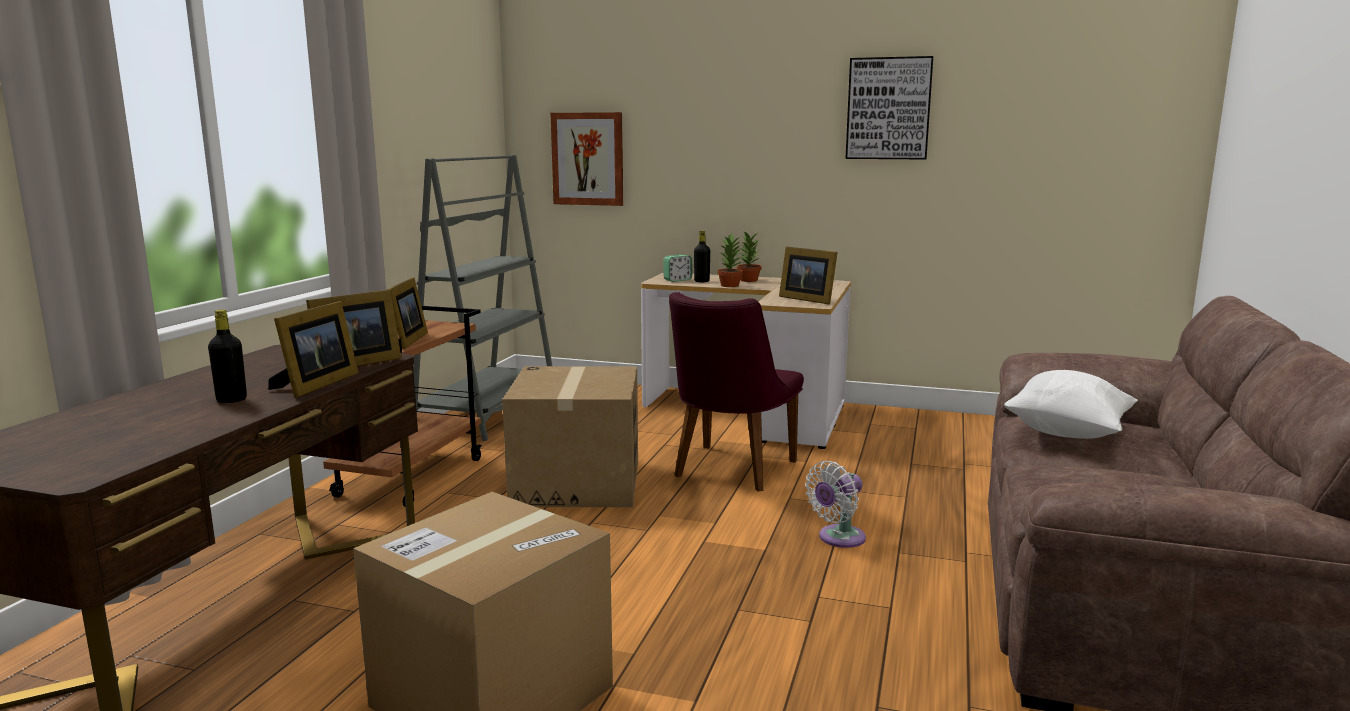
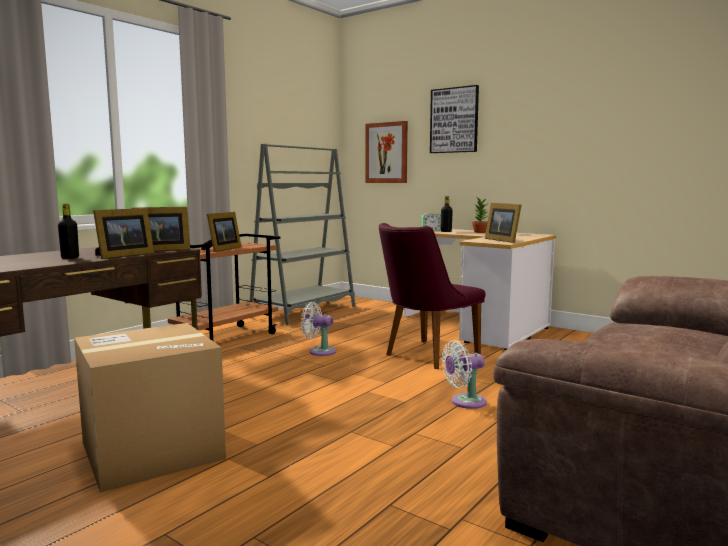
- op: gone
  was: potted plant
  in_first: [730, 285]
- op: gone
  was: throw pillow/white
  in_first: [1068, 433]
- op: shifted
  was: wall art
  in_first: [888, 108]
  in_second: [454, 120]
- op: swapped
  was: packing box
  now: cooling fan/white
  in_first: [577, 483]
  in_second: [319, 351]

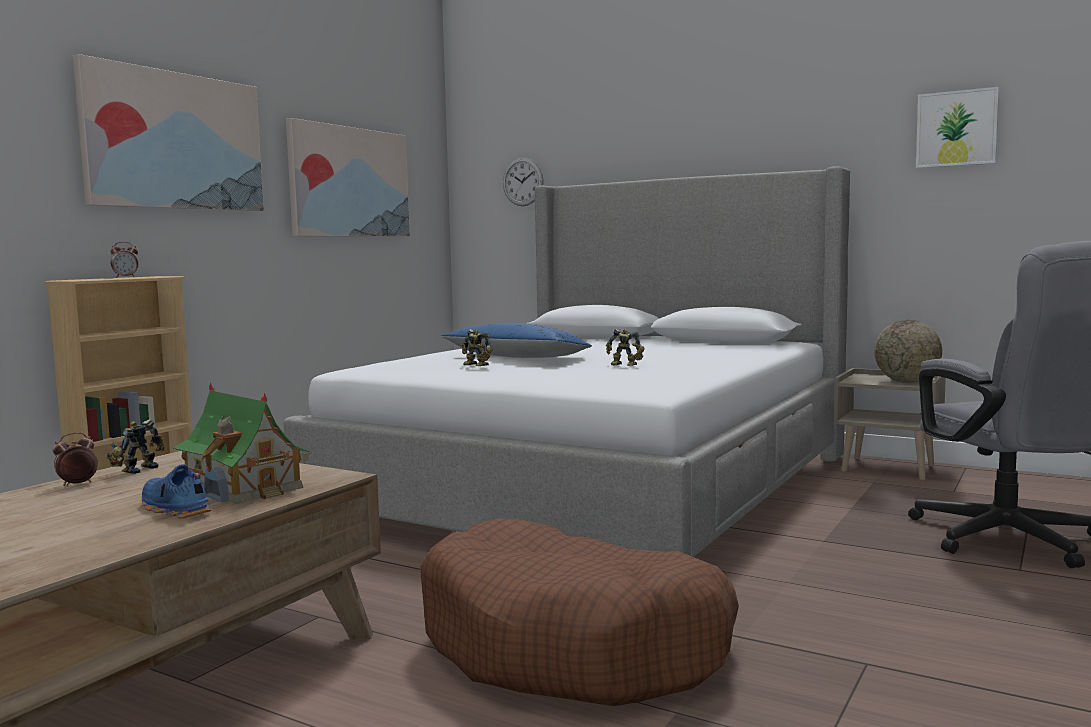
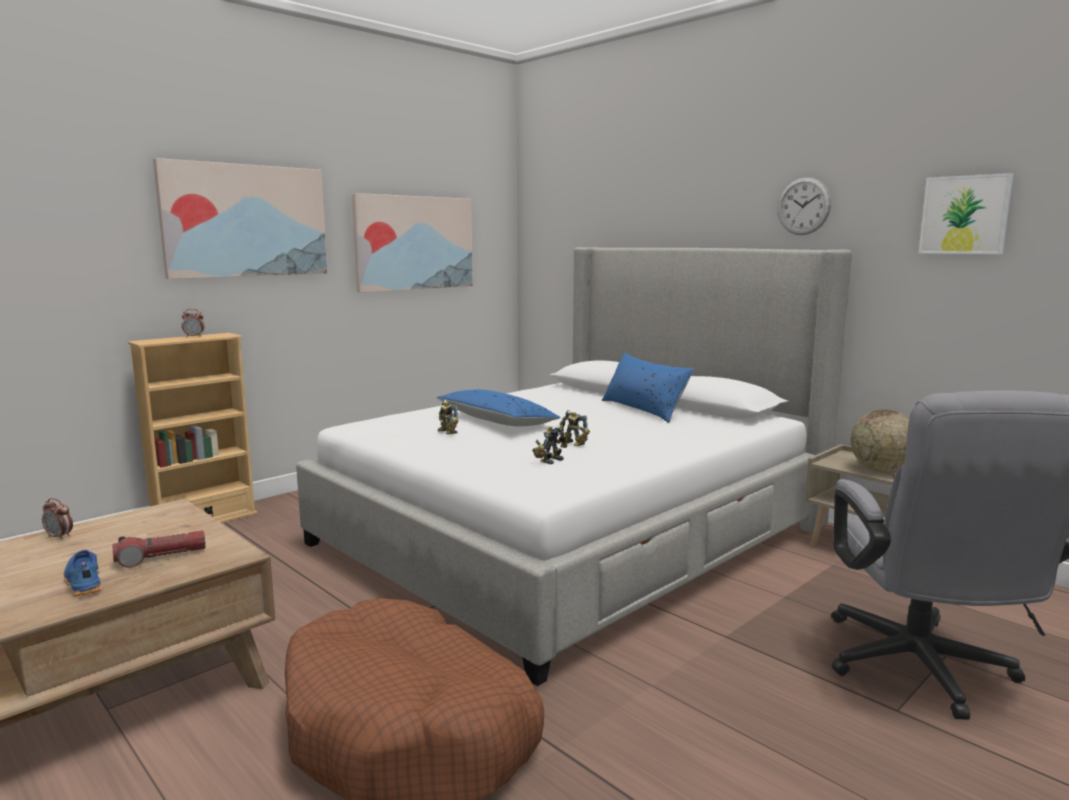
- op: new
  now: throw pillow/blue
  in_second: [644, 409]
- op: shifted
  was: robot figure
  in_first: [137, 469]
  in_second: [549, 460]
- op: shifted
  was: wall clock
  in_first: [523, 182]
  in_second: [803, 206]
- op: swapped
  was: model house
  now: hand torch
  in_first: [243, 486]
  in_second: [161, 557]
- op: rotated
  was: table clock
  in_first: [77, 484]
  in_second: [59, 537]
  clockwise: -135

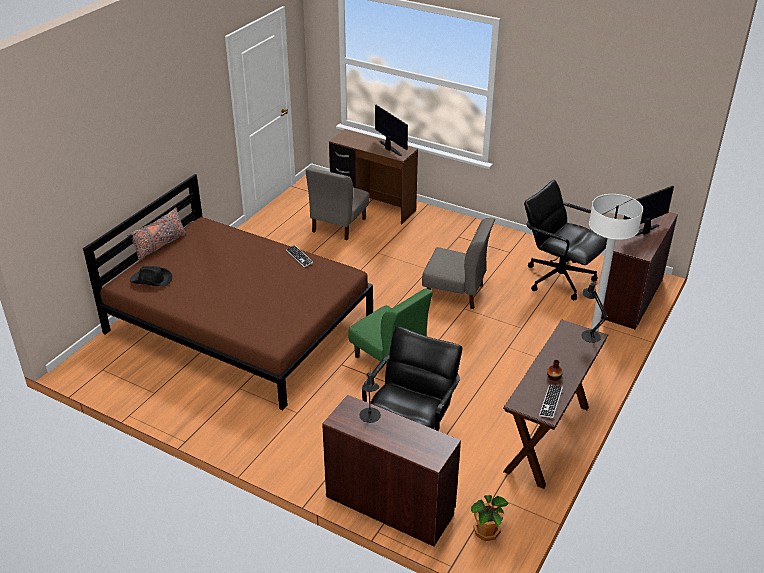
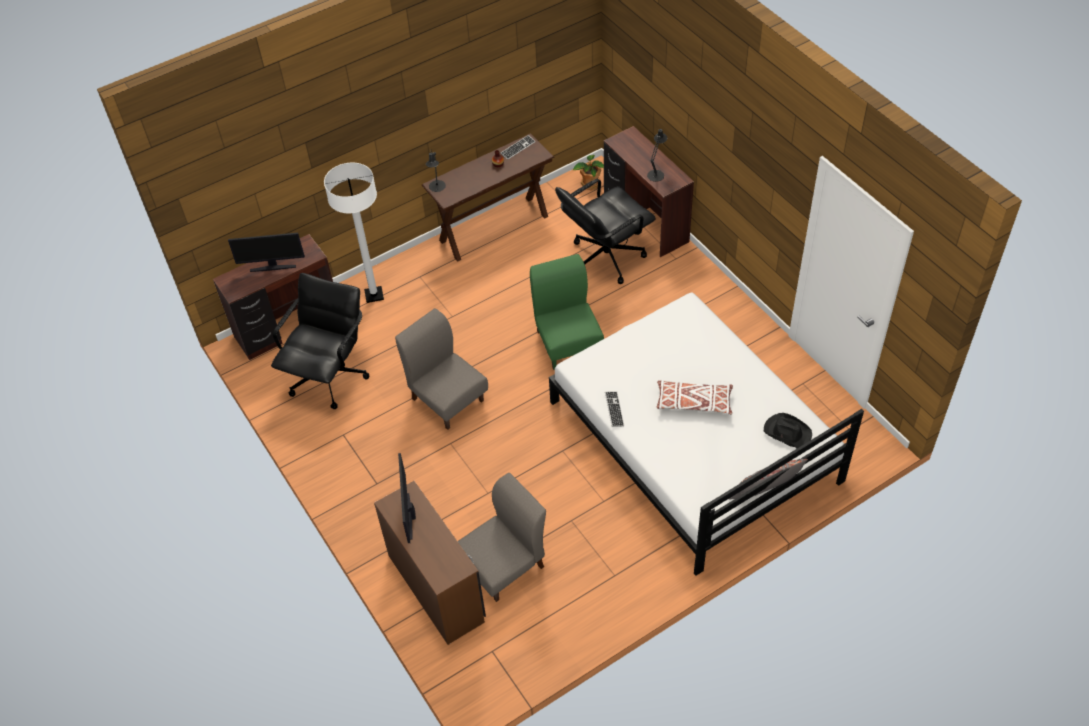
- op: new
  now: throw pillow/white
  in_second: [693, 402]
- op: repainted
  was: bed/brownish
  now: bed/white
  in_first: [239, 323]
  in_second: [693, 441]
- op: rotated
  was: desk chair/black-coloured
  in_first: [559, 278]
  in_second: [329, 377]
  clockwise: -135

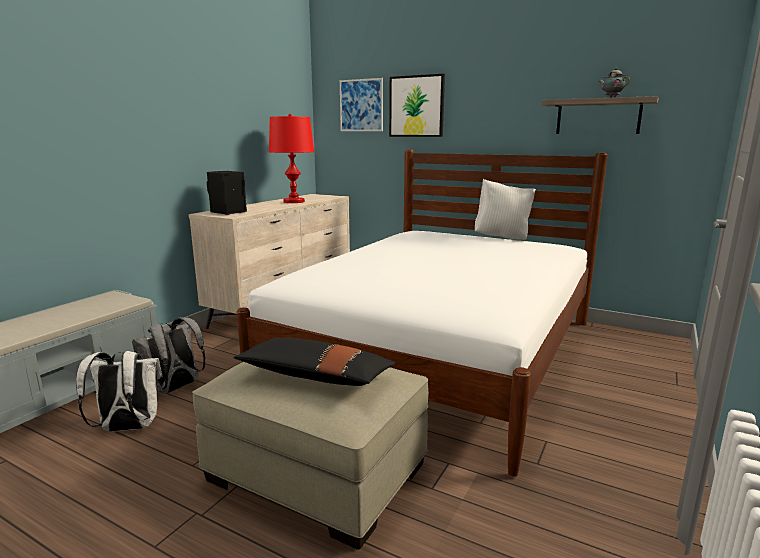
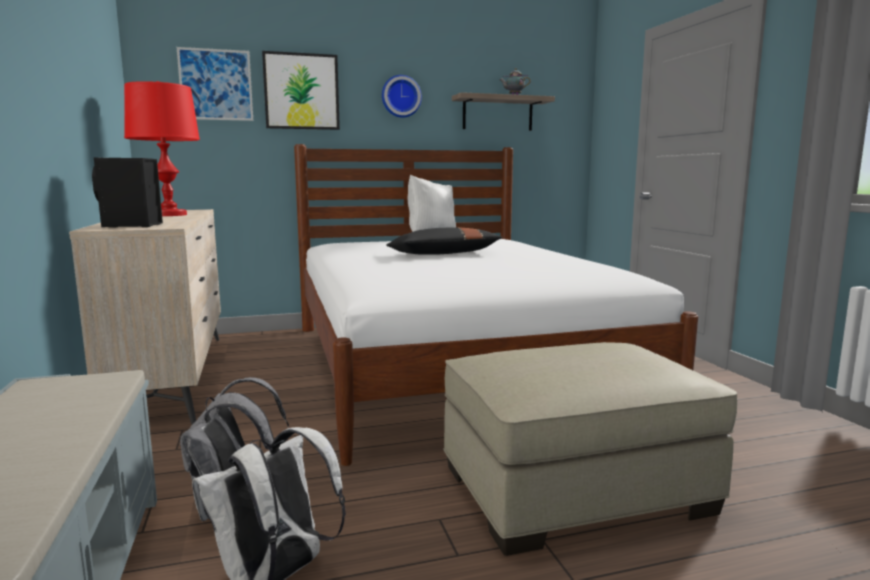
- op: new
  now: wall clock
  in_second: [400, 96]
- op: shifted
  was: throw pillow/black-coloured
  in_first: [316, 376]
  in_second: [444, 254]

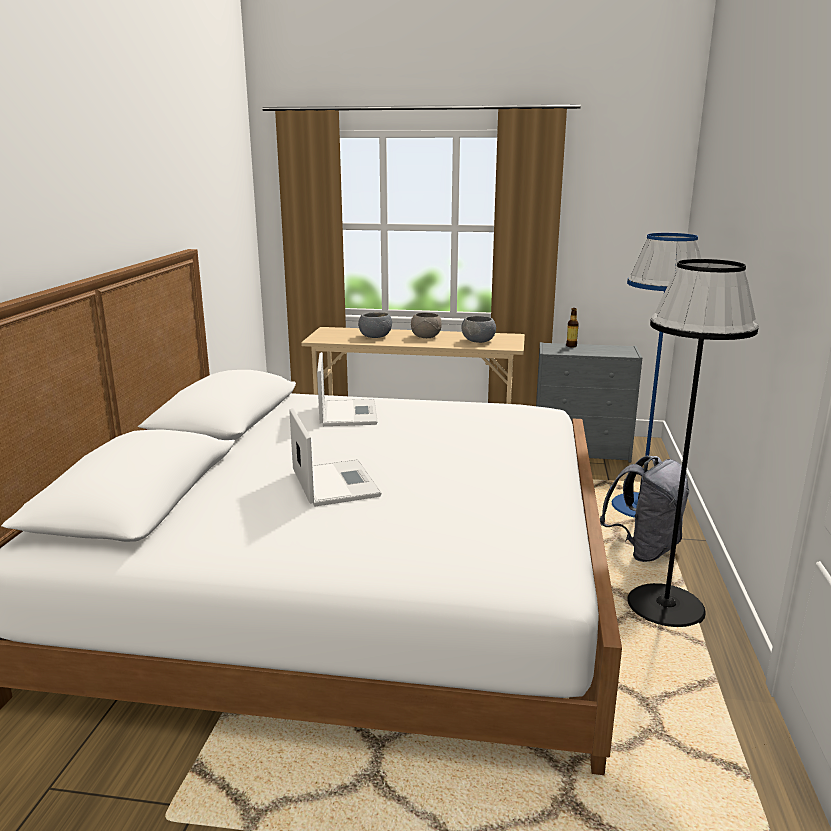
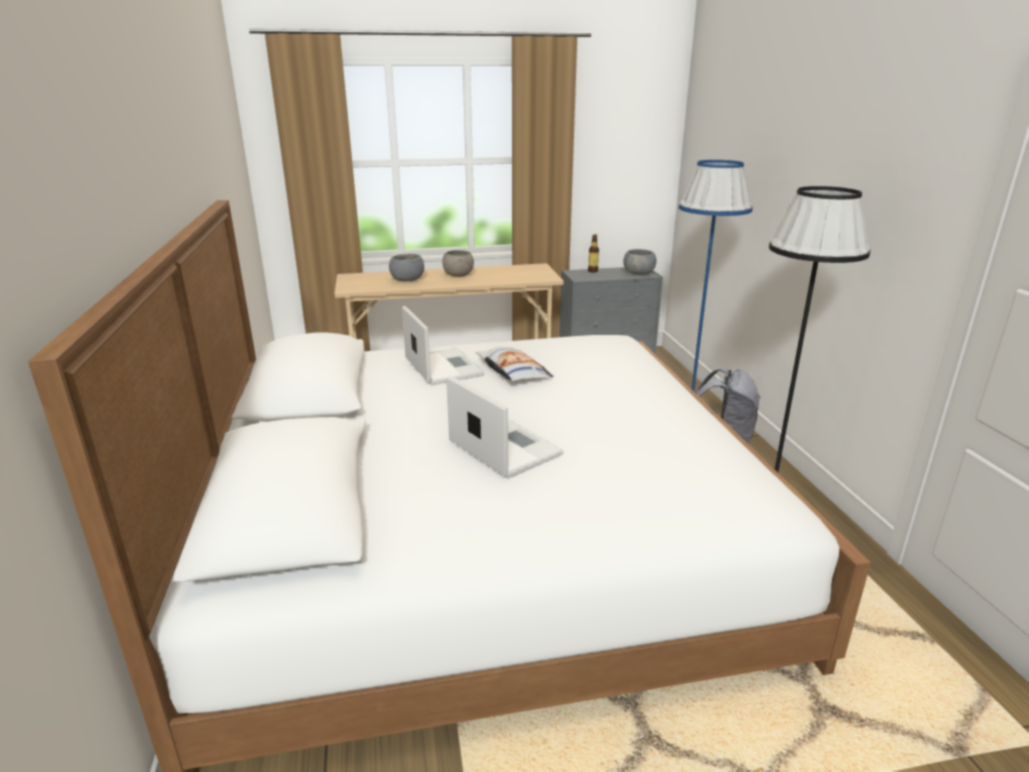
- op: new
  now: throw pillow
  in_second: [512, 371]
- op: shifted
  was: serving bowl/greyish
  in_first: [478, 341]
  in_second: [638, 273]

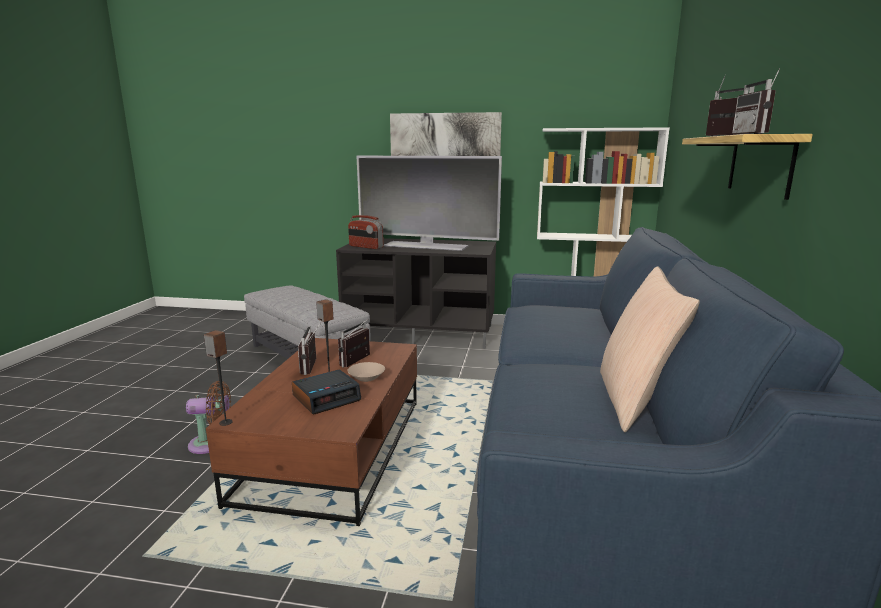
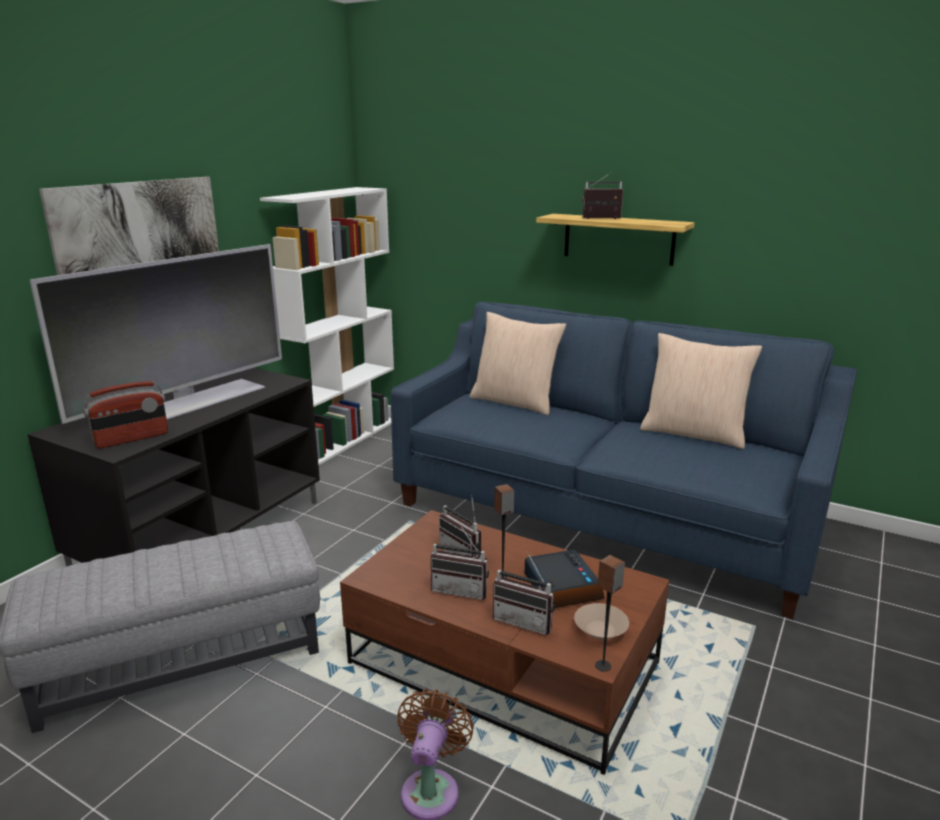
- op: new
  now: throw pillow/sand-coloured
  in_second: [515, 402]
- op: shifted
  was: serving bowl/sand-coloured
  in_first: [366, 378]
  in_second: [601, 631]
- op: shifted
  was: radio set
  in_first: [756, 135]
  in_second: [525, 620]

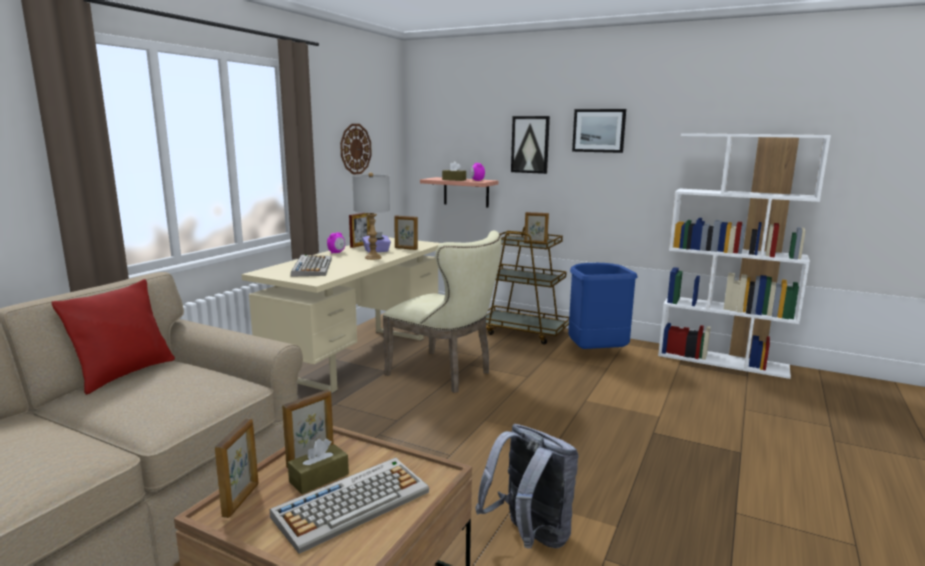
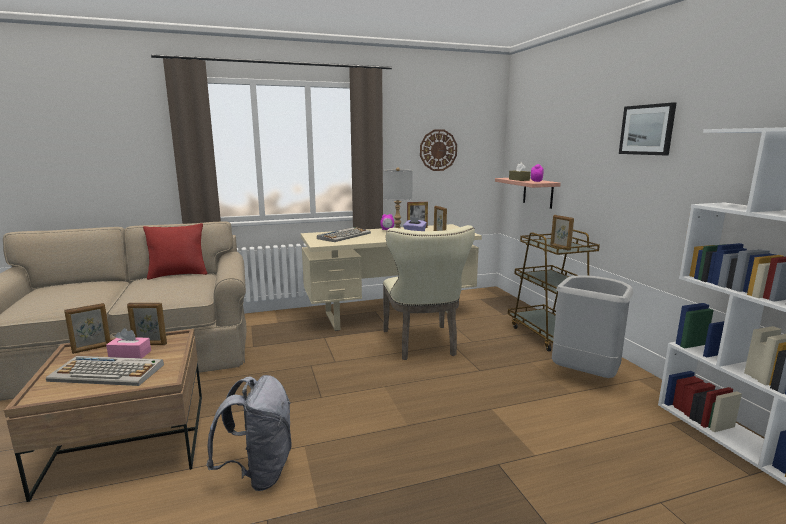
- op: gone
  was: wall art
  in_first: [530, 144]
- op: repainted
  was: tissue holder/brownish
  now: tissue holder/pink
  in_first: [319, 478]
  in_second: [130, 354]
- op: repainted
  was: rubbish bin/blue
  now: rubbish bin/greyish
  in_first: [595, 353]
  in_second: [585, 376]

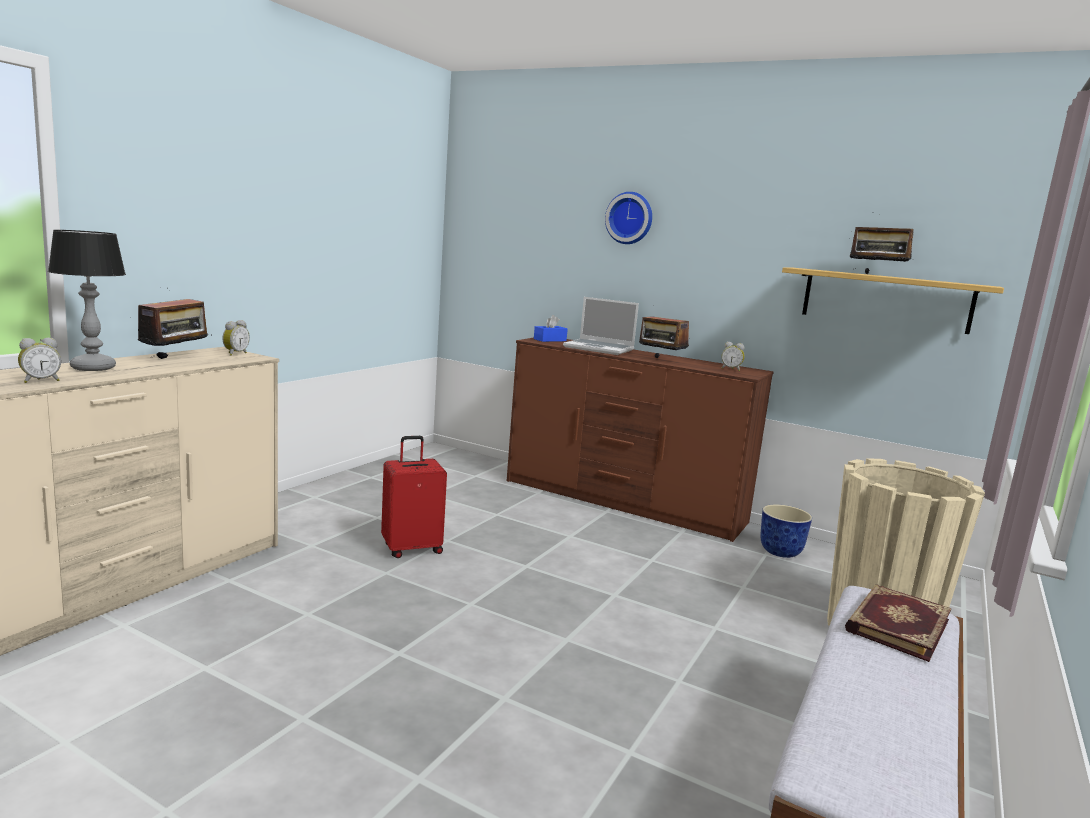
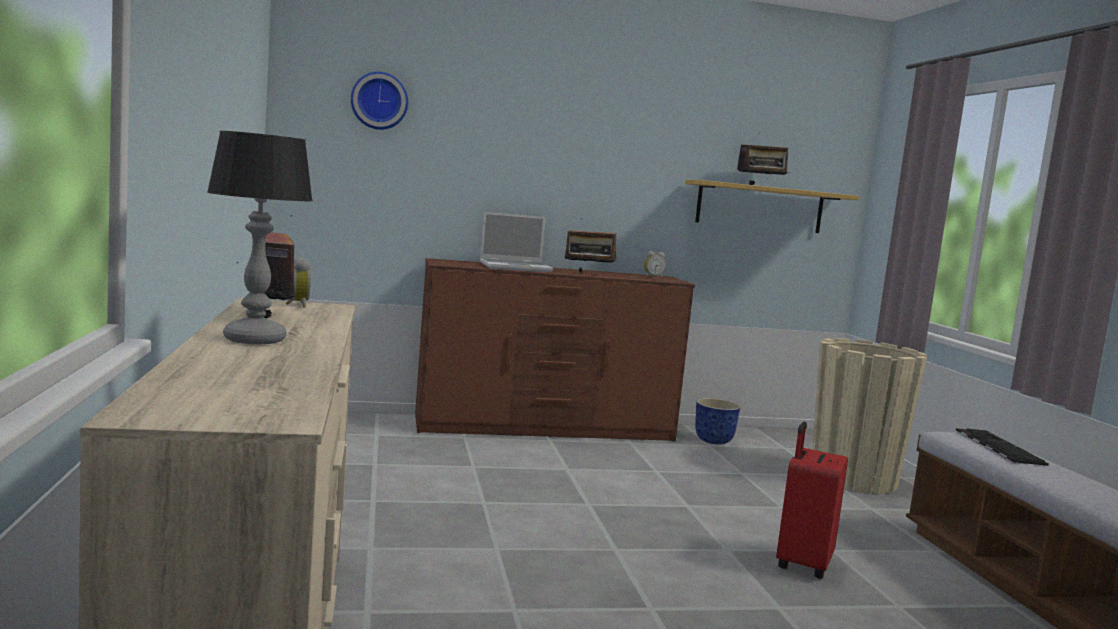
- op: gone
  was: table clock
  in_first: [40, 381]
- op: gone
  was: tissue holder/blue
  in_first: [550, 340]
- op: shifted
  was: travel case/reddish
  in_first: [412, 548]
  in_second: [802, 564]
- op: shifted
  was: wall clock
  in_first: [630, 218]
  in_second: [379, 101]
- op: swapped
  was: bound book
  now: keyboard
  in_first: [895, 624]
  in_second: [996, 447]

